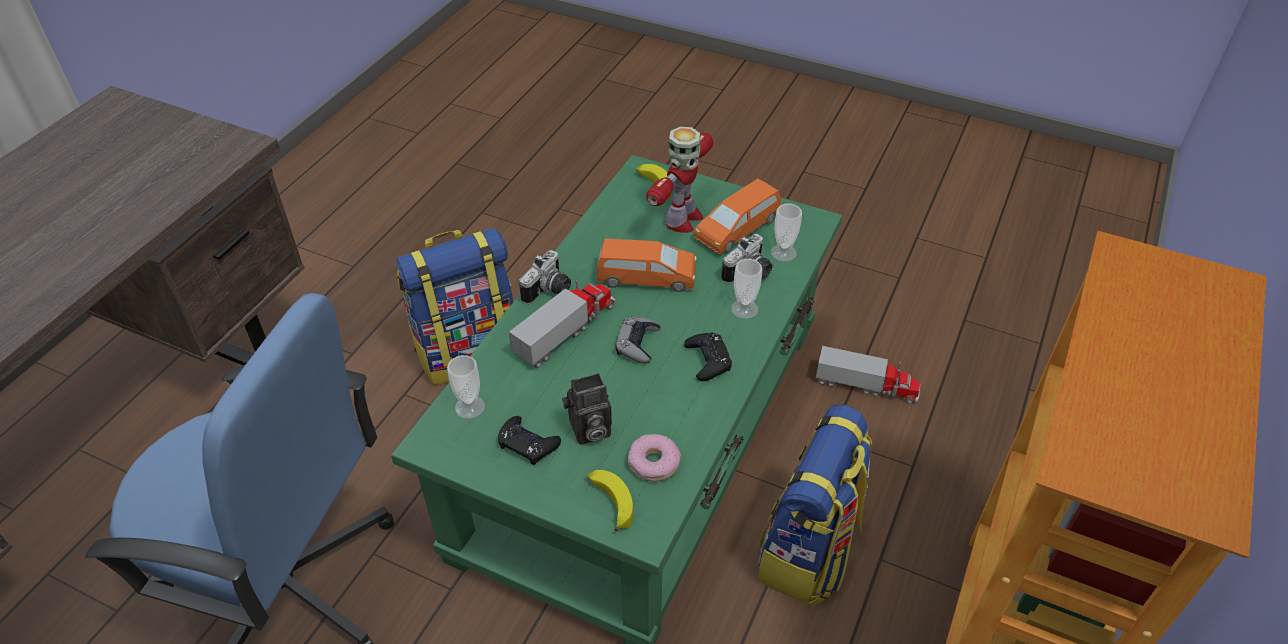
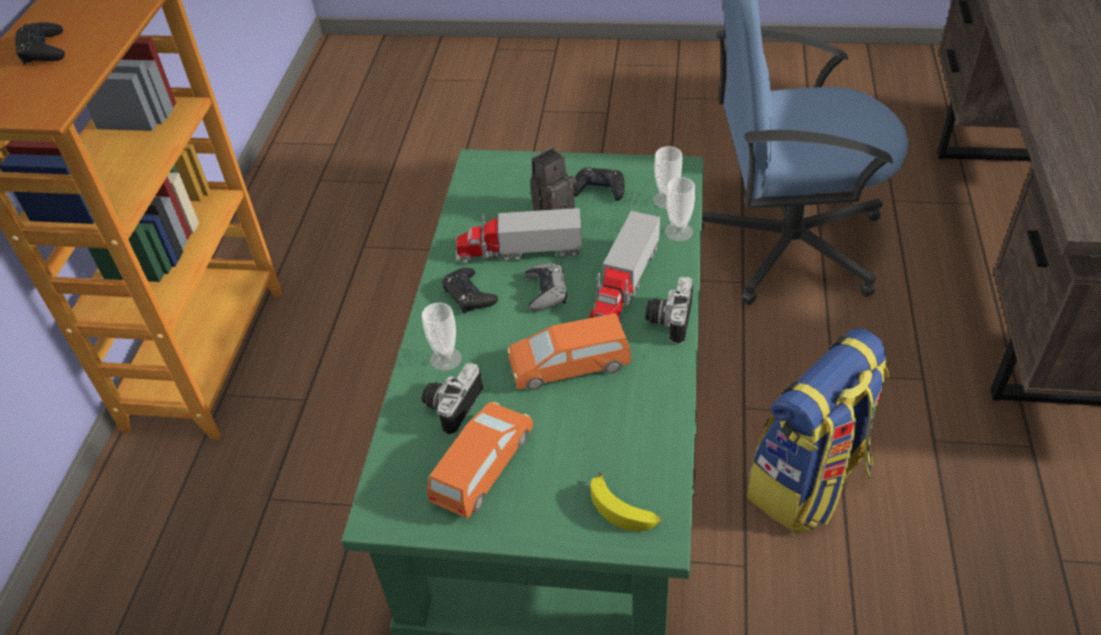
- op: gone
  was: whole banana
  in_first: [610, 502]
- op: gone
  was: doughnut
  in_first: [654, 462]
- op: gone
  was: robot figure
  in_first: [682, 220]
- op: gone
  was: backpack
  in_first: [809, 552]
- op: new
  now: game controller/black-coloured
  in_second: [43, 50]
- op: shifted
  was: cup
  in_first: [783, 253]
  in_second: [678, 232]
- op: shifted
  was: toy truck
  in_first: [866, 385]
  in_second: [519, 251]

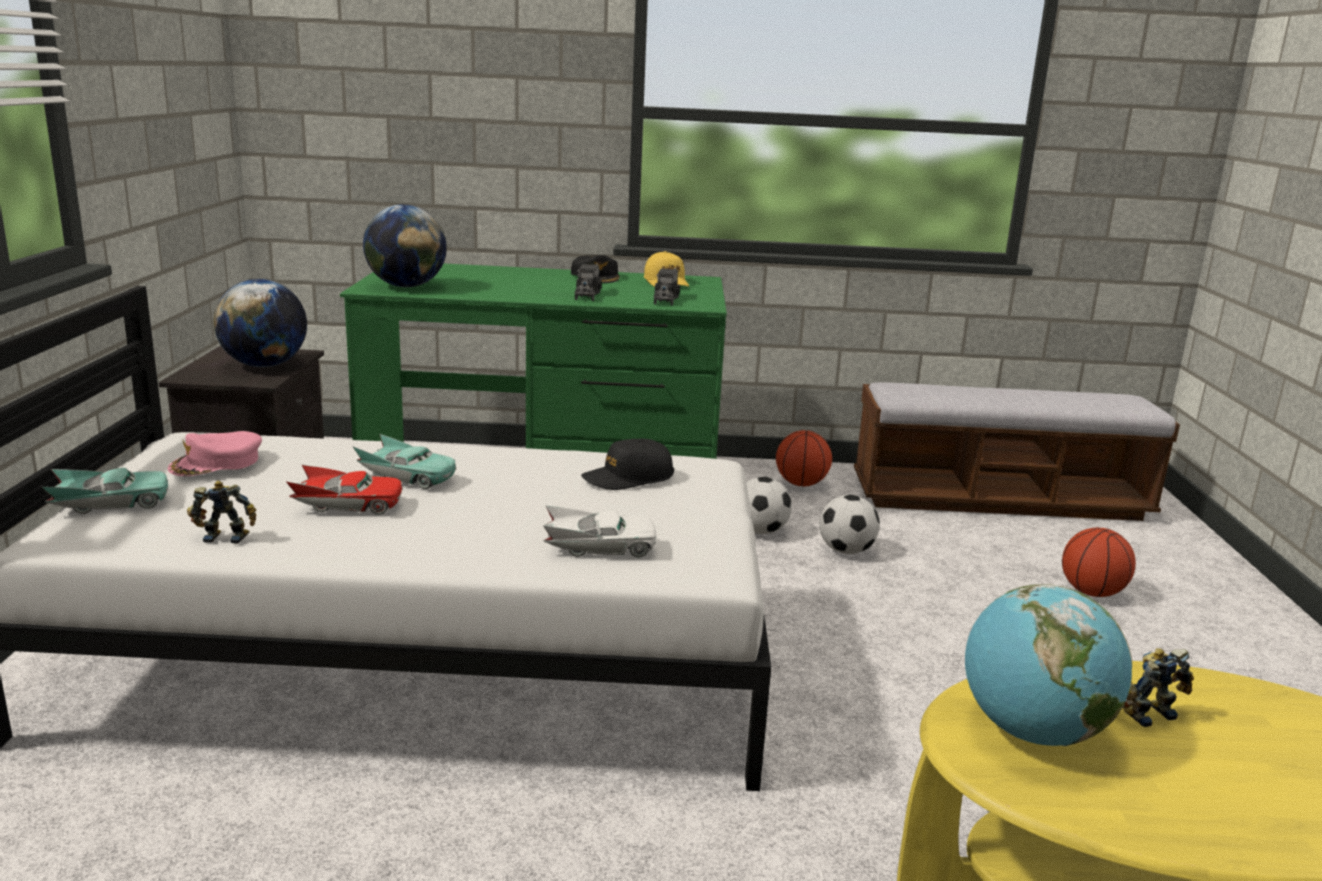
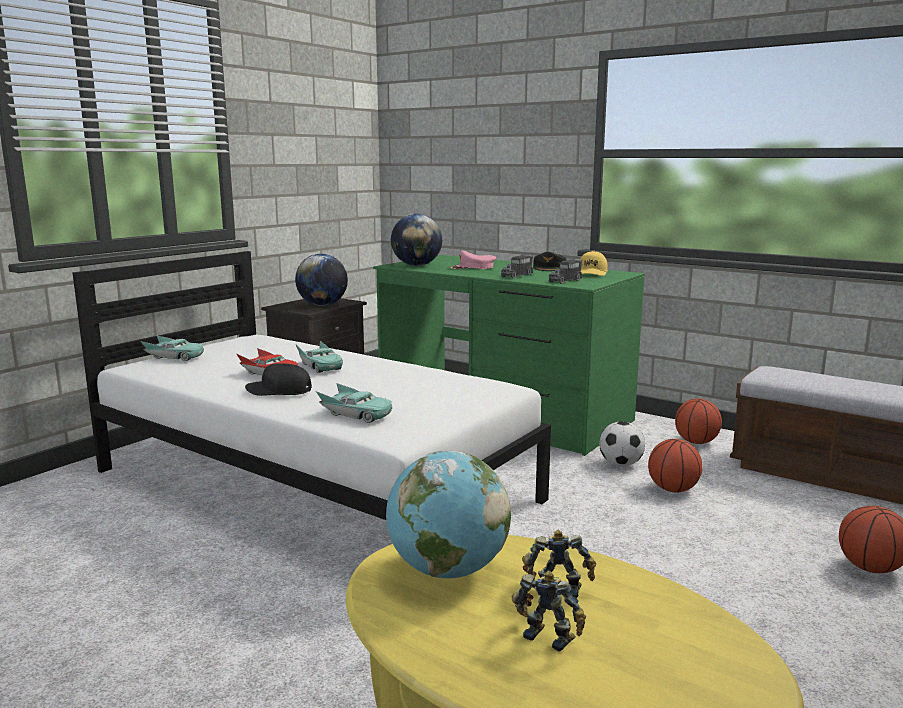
- op: shifted
  was: baseball cap/pink
  in_first: [216, 463]
  in_second: [473, 267]
- op: shifted
  was: robot figure
  in_first: [226, 536]
  in_second: [549, 635]
- op: shifted
  was: baseball cap/black-coloured
  in_first: [628, 478]
  in_second: [279, 391]
- op: swapped
  was: football
  now: ball for basketball
  in_first: [846, 551]
  in_second: [672, 489]
- op: repainted
  was: toy car/white
  now: toy car/blue-green
  in_first: [599, 547]
  in_second: [356, 414]

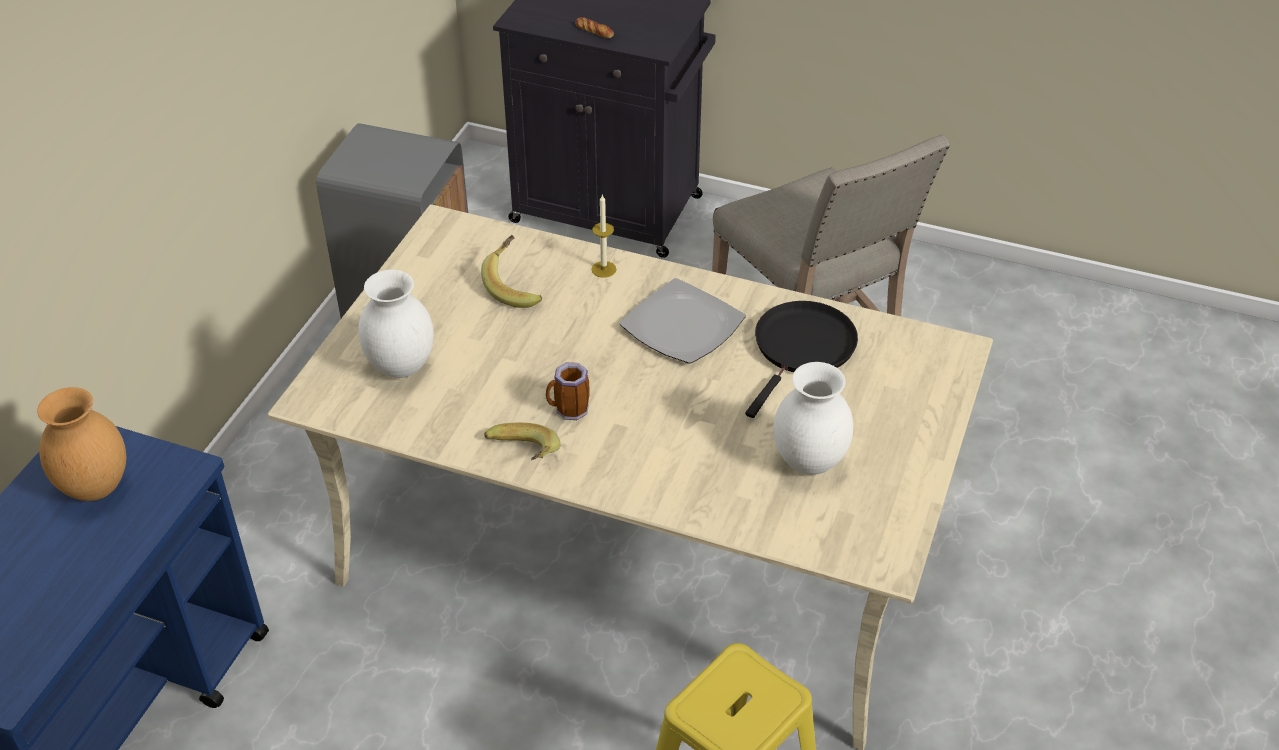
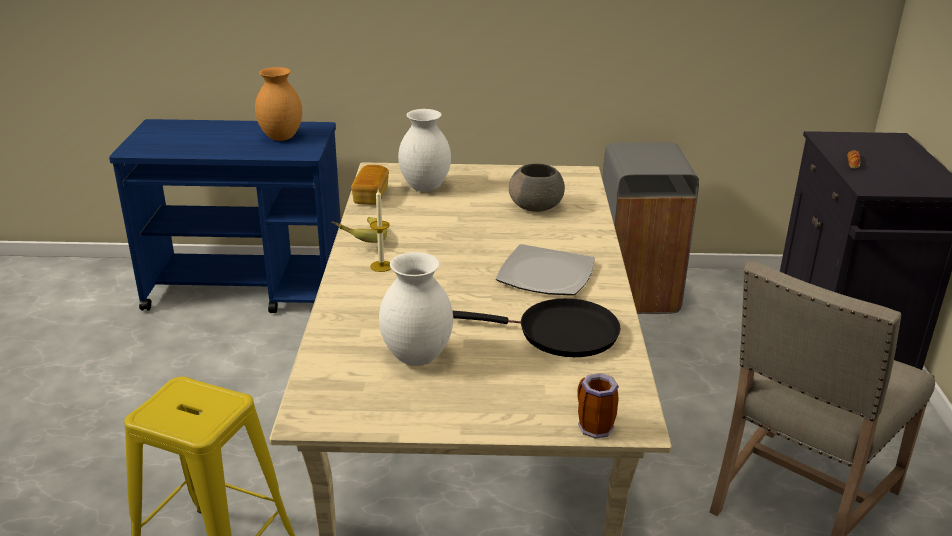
- op: new
  now: bakery bread
  in_second: [371, 196]
- op: shifted
  was: coffee mug
  in_first: [569, 411]
  in_second: [592, 426]
- op: shifted
  was: candle
  in_first: [604, 269]
  in_second: [381, 266]
- op: swapped
  was: whole banana
  now: serving bowl/greyish
  in_first: [516, 286]
  in_second: [536, 207]

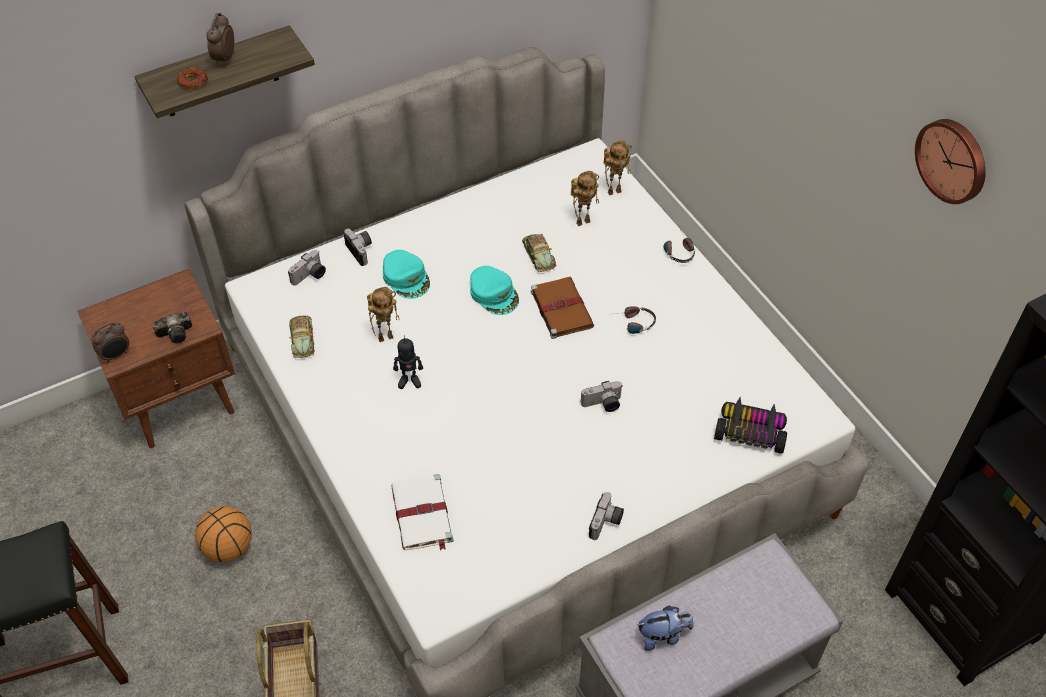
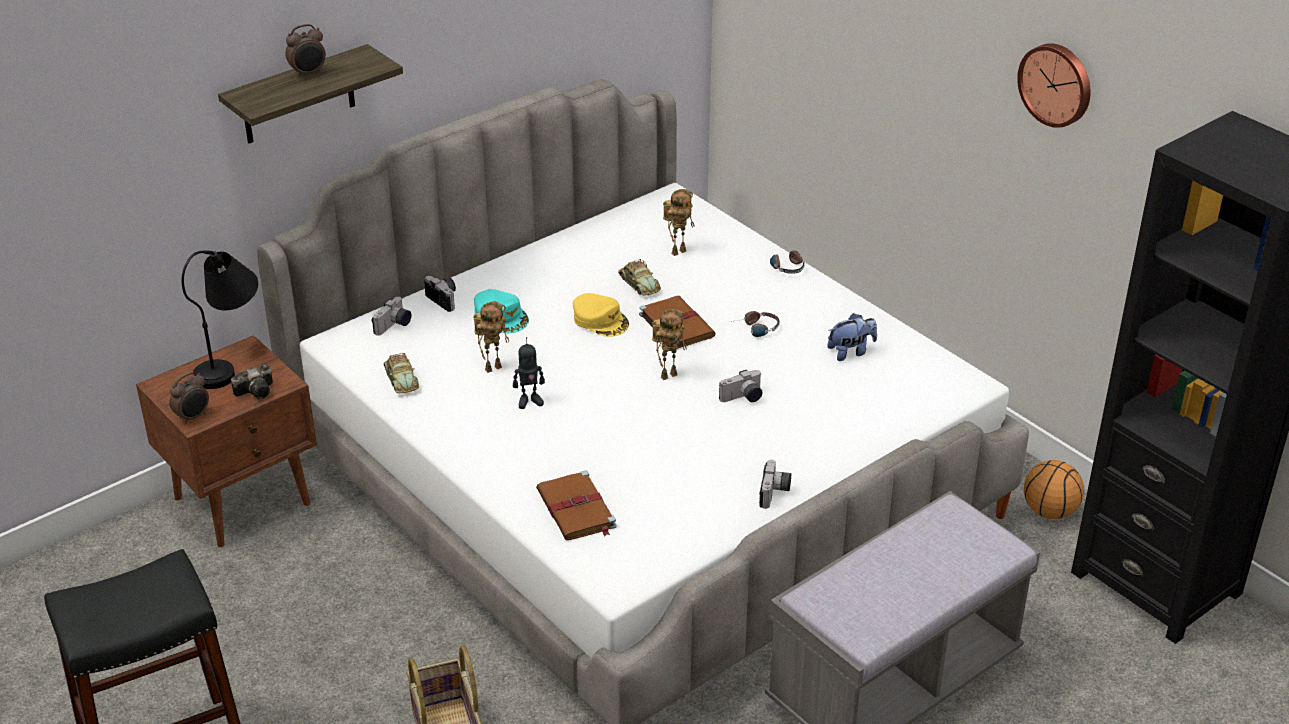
- op: gone
  was: doughnut
  in_first: [193, 81]
- op: gone
  was: toy car
  in_first: [750, 431]
- op: new
  now: lamp for a table/black-coloured
  in_second: [232, 362]
- op: shifted
  was: ball for basketball
  in_first: [229, 547]
  in_second: [1049, 511]
- op: shifted
  was: robot figure
  in_first: [614, 191]
  in_second: [669, 374]
- op: shifted
  was: cuddly toy
  in_first: [663, 636]
  in_second: [851, 352]
- op: repainted
  was: bound book/white
  now: bound book/brownish
  in_first: [422, 515]
  in_second: [577, 510]
- op: repainted
  was: baseball cap/blue-green
  now: baseball cap/yellow
  in_first: [494, 294]
  in_second: [600, 320]
- op: rotated
  was: table clock
  in_first: [224, 59]
  in_second: [308, 73]
  clockwise: -120

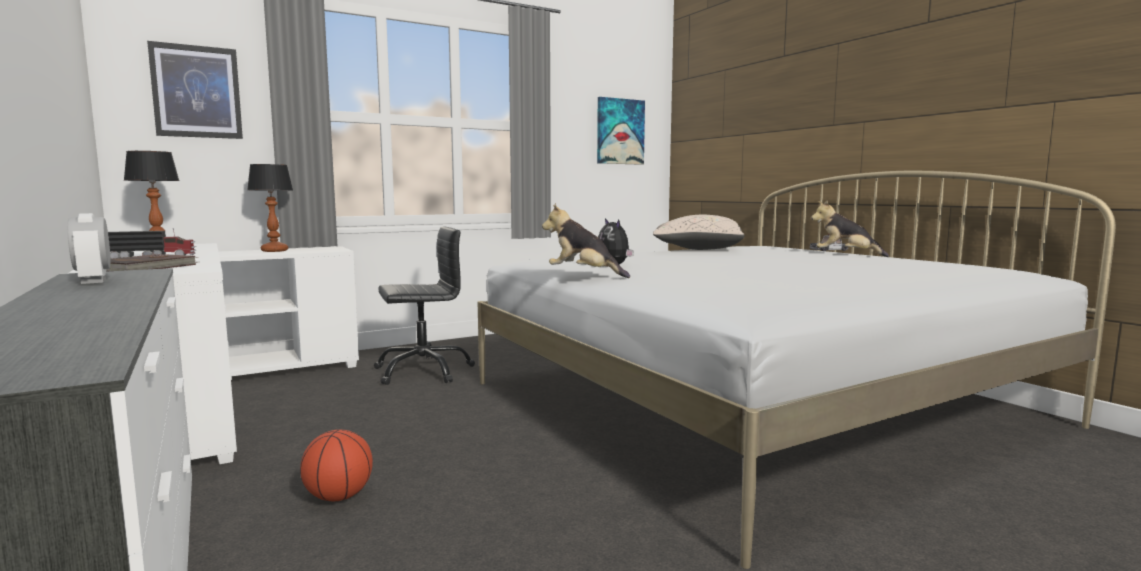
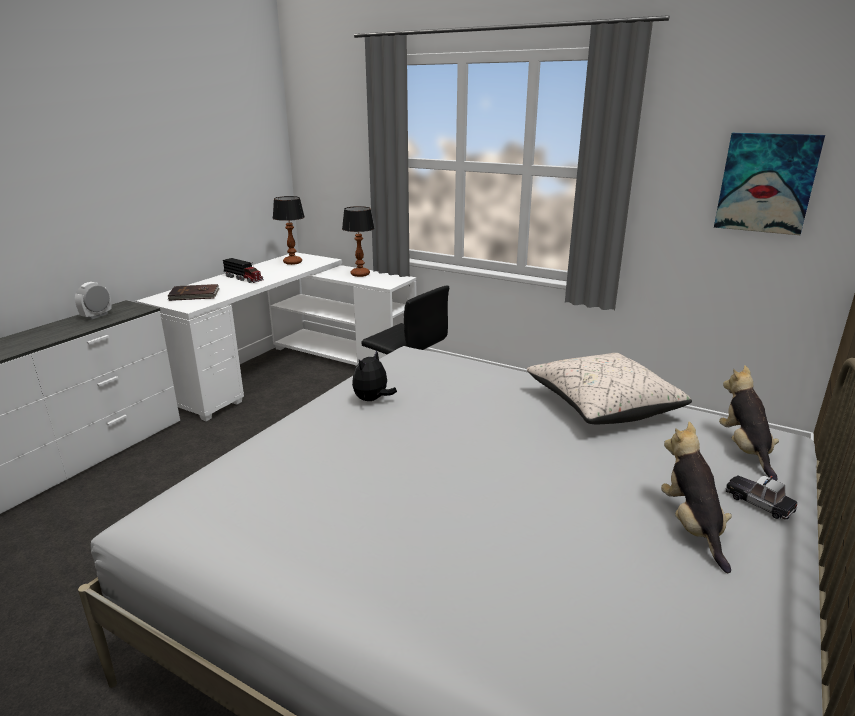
- op: gone
  was: wall art
  in_first: [196, 92]
- op: gone
  was: ball for basketball
  in_first: [339, 497]
- op: shifted
  was: cuddly toy
  in_first: [584, 275]
  in_second: [745, 450]

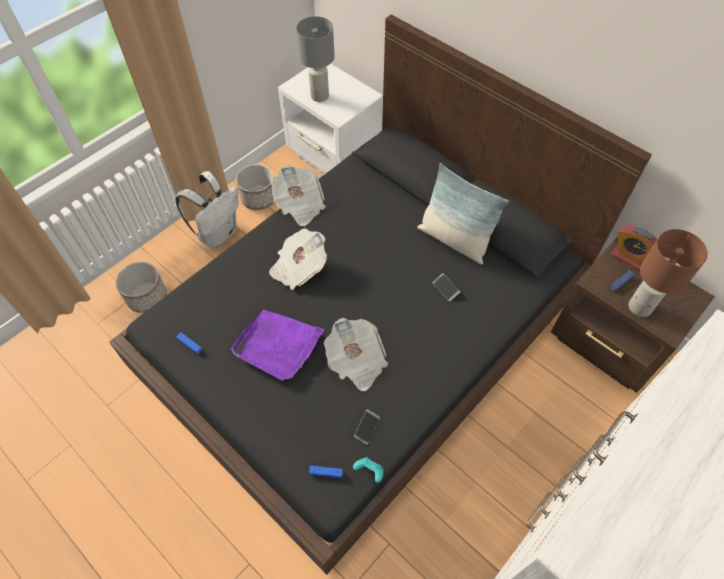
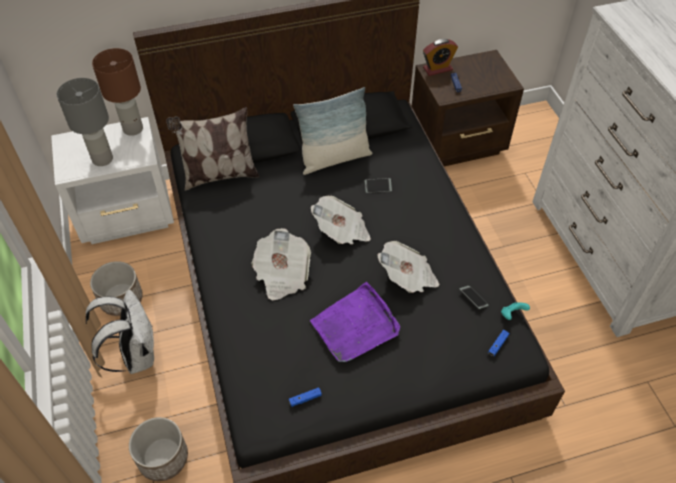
- op: new
  now: throw pillow
  in_second: [219, 175]
- op: shifted
  was: printed paper
  in_first: [299, 205]
  in_second: [342, 231]
- op: shifted
  was: lamp for a table/brownish
  in_first: [640, 307]
  in_second: [133, 128]

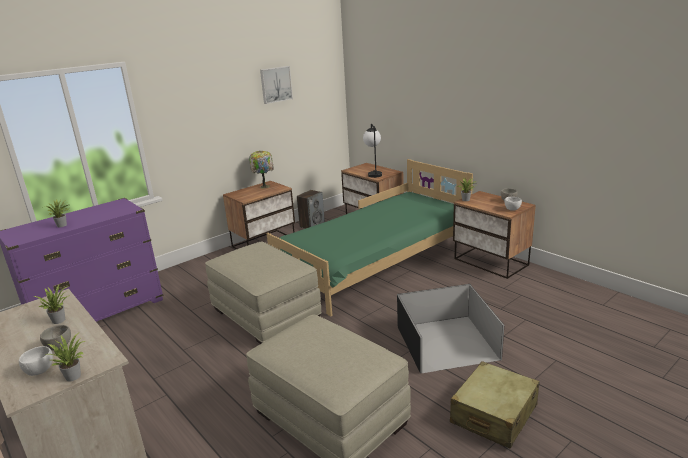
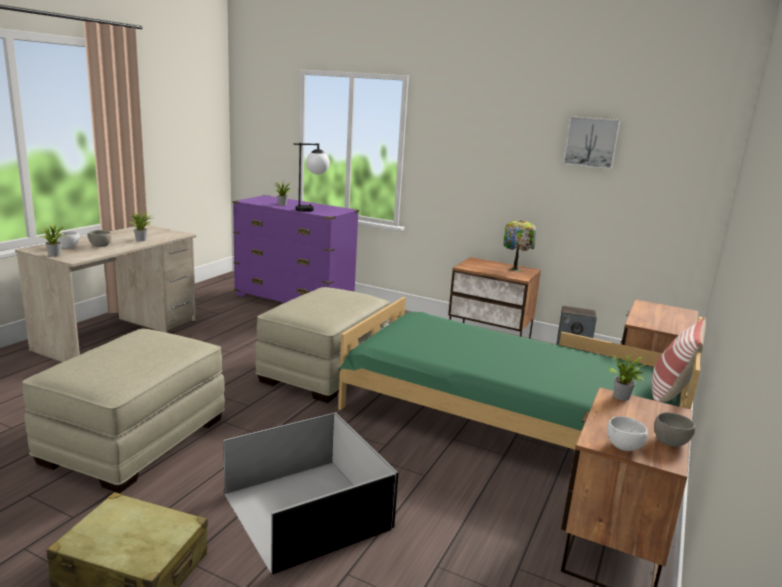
- op: new
  now: throw pillow
  in_second: [669, 393]
- op: shifted
  was: lamp for a table
  in_first: [373, 173]
  in_second: [311, 209]

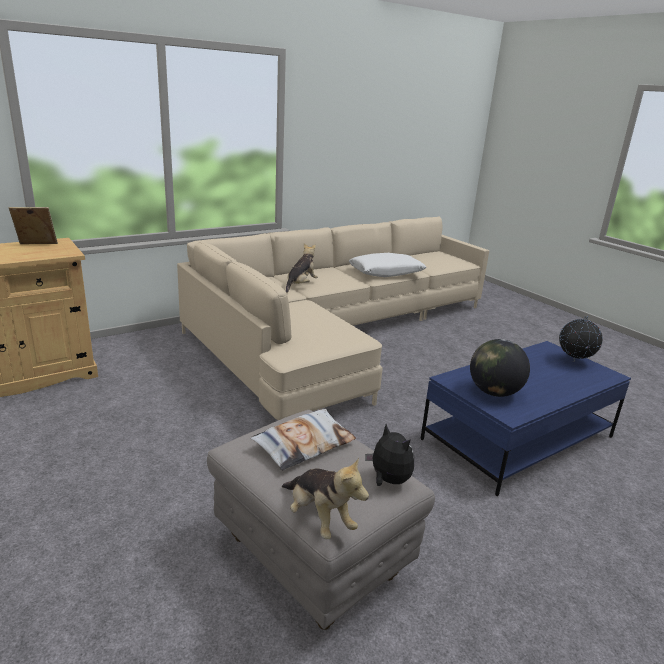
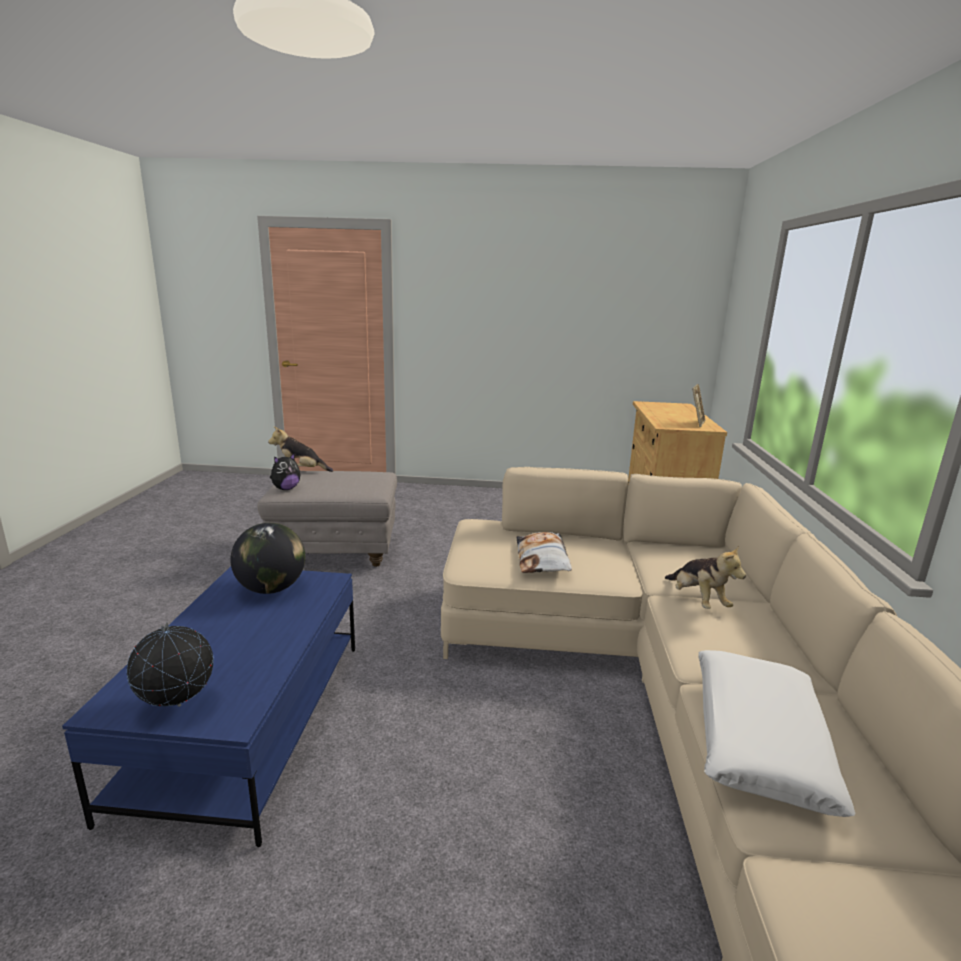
- op: shifted
  was: throw pillow
  in_first: [304, 444]
  in_second: [542, 559]
- op: rotated
  was: cuddly toy
  in_first: [388, 480]
  in_second: [286, 489]
  clockwise: -45

